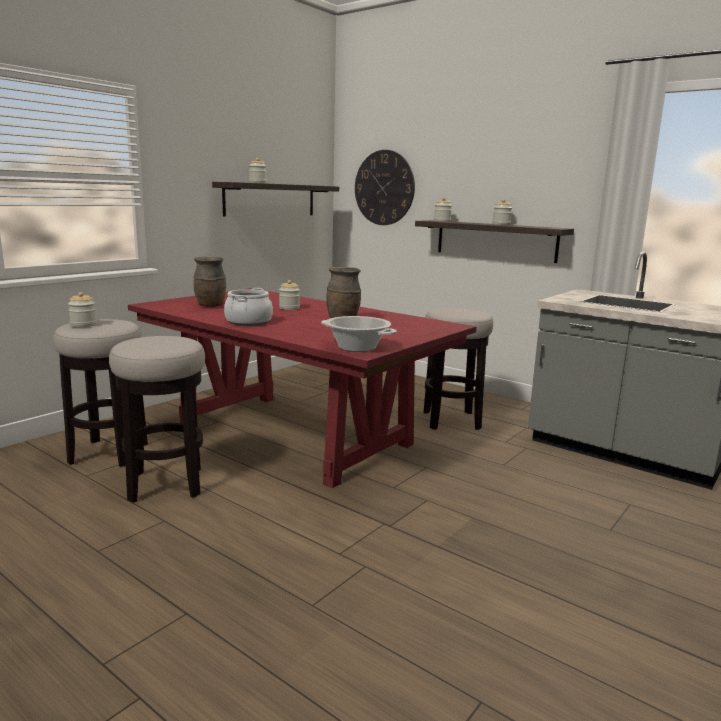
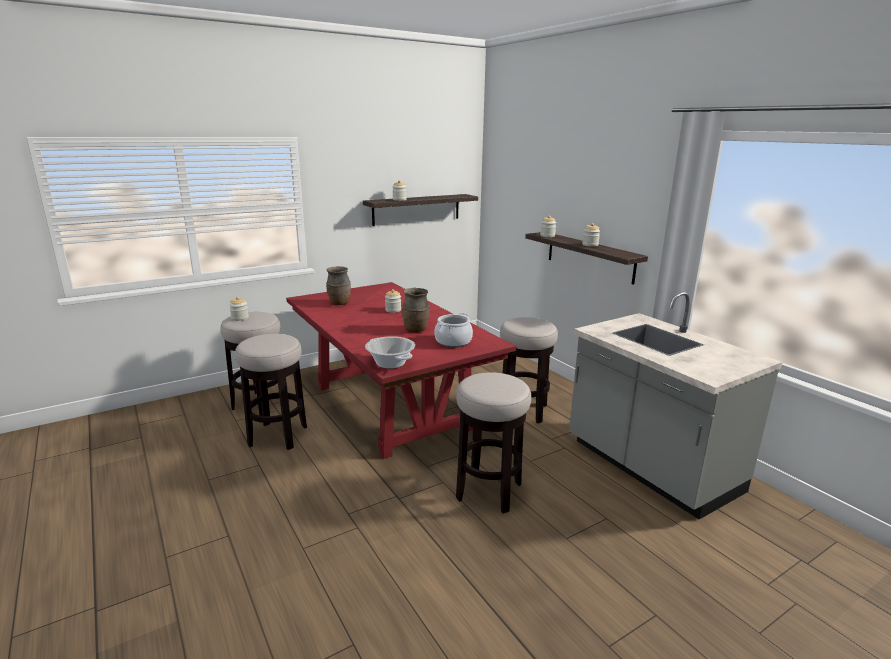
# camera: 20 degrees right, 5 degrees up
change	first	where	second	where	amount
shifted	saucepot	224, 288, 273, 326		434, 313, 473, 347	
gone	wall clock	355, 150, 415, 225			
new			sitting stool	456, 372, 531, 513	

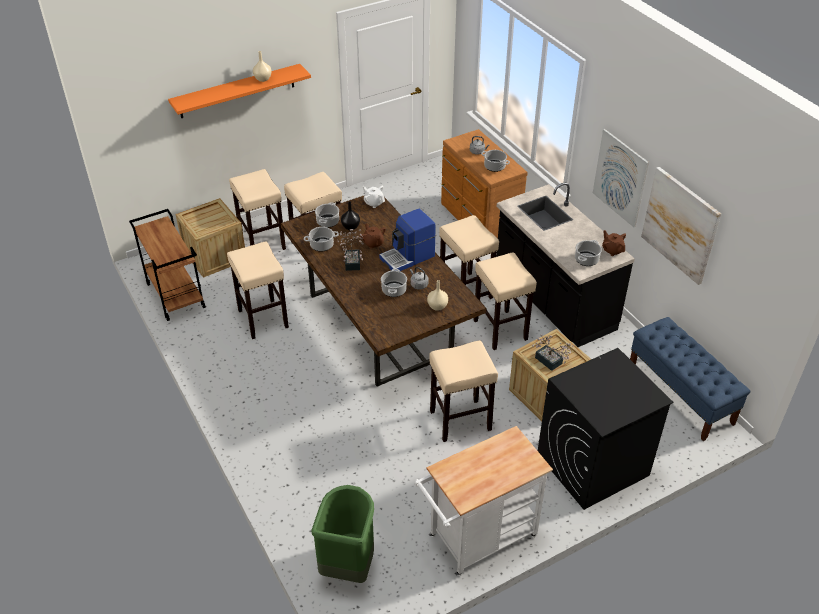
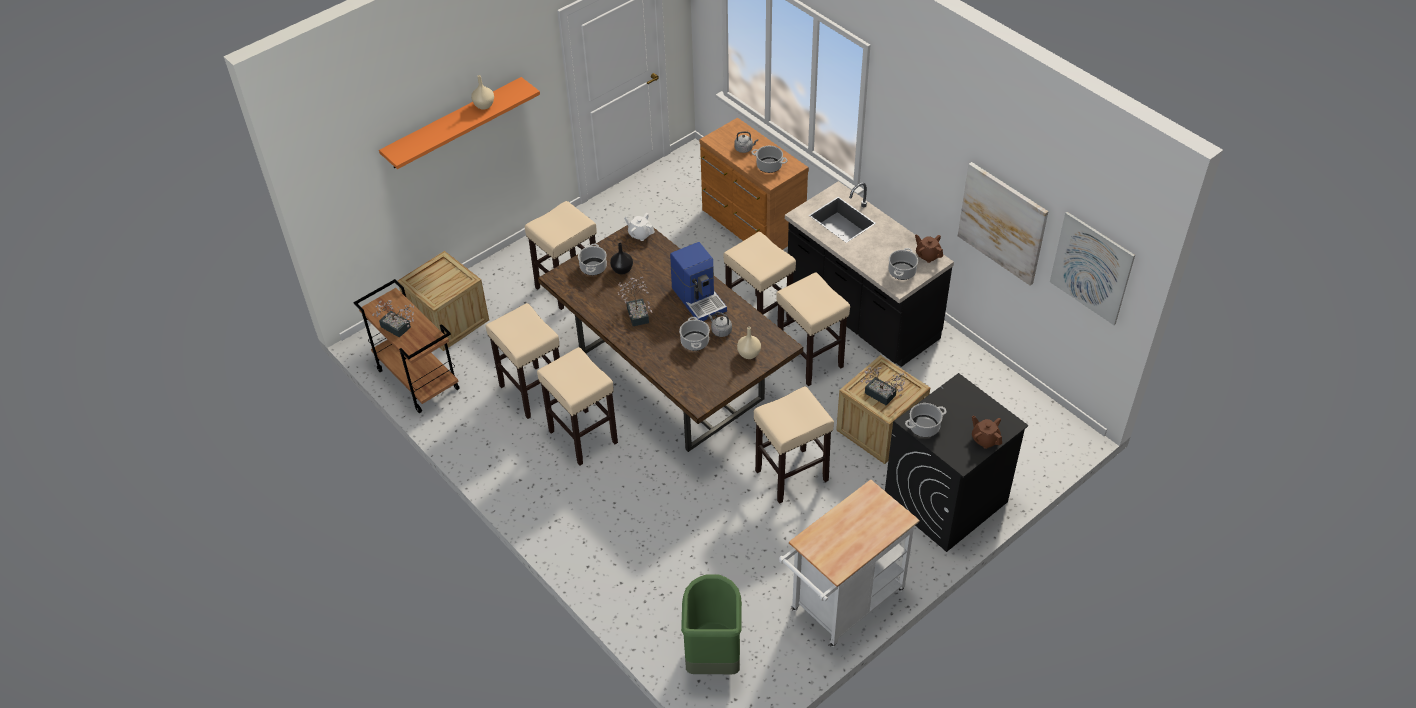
# camera: 10 degrees left, 5 degrees up
change	first	where	second	where	amount
shifted	sitting stool in beige-coloured	229, 169, 286, 250		537, 347, 618, 466	
shifted	saucepot	304, 227, 339, 252		905, 403, 946, 437	
shifted	tea pot in brownish	360, 223, 386, 249		972, 415, 1002, 449	
rotated	coffee brewer	379, 209, 436, 271		670, 242, 727, 321	75 degrees counterclockwise
shifted	wall art	593, 129, 649, 227		1050, 212, 1135, 325	
gone	indoor bench in bluish	630, 317, 750, 441			
new			plant in a pot	372, 300, 414, 338	

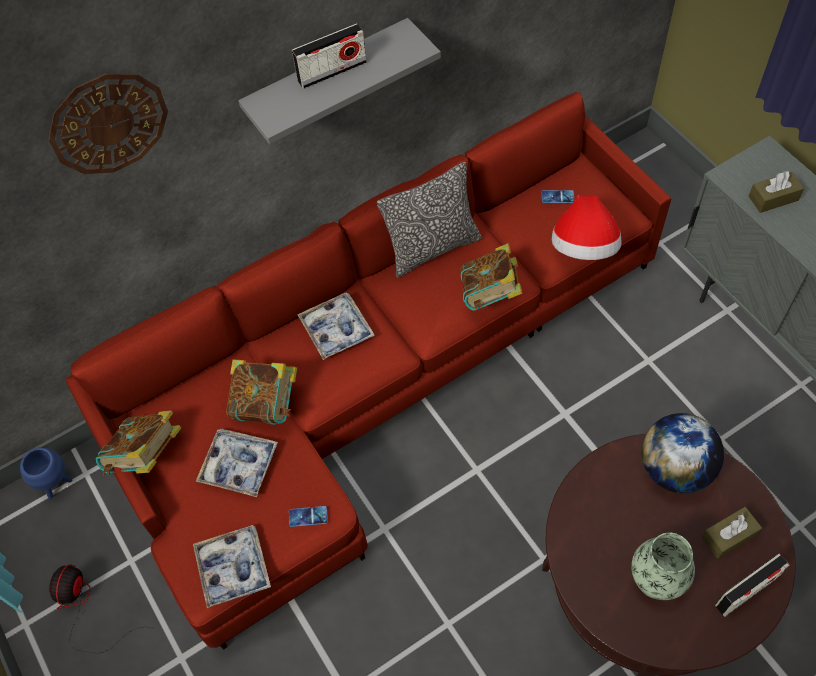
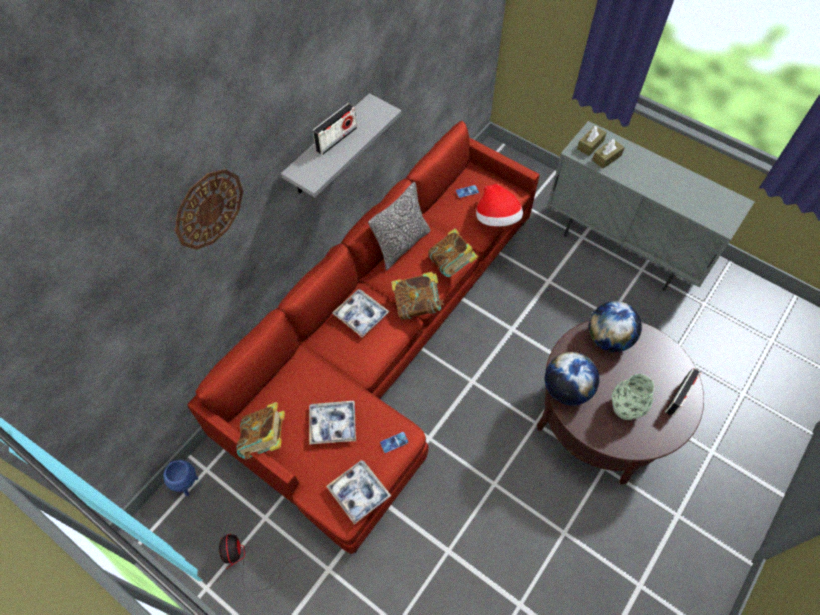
# camera: 25 degrees left, 0 degrees up
change	first	where	second	where	amount
shifted	volume	226, 359, 297, 425		391, 272, 444, 320	
shifted	tissue box in brownish	701, 507, 762, 559		577, 126, 607, 156	
new			globe	545, 352, 599, 406	

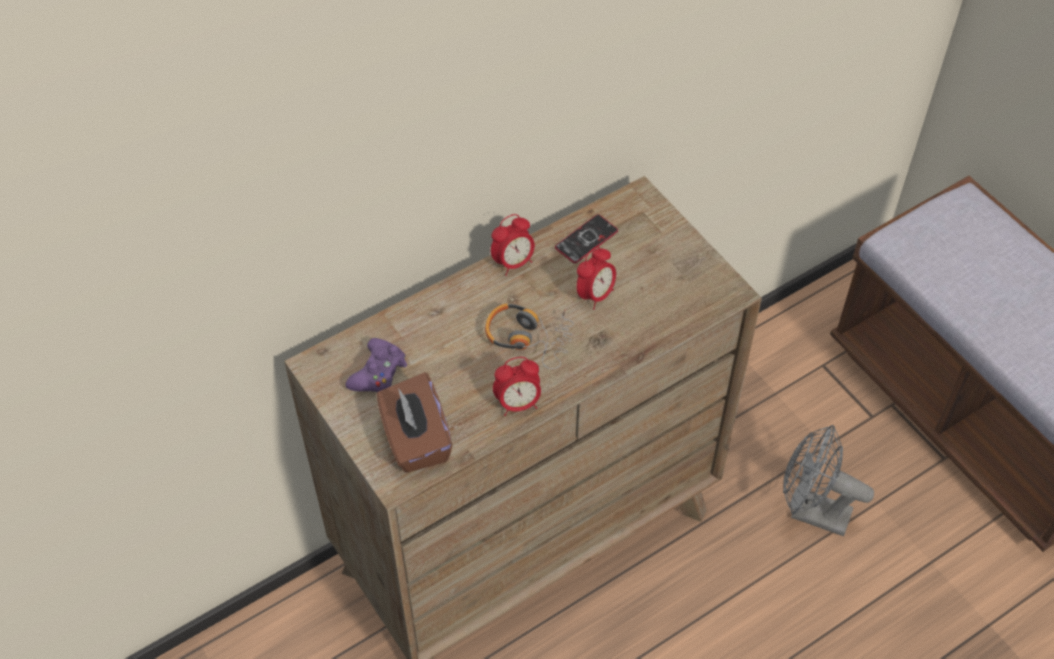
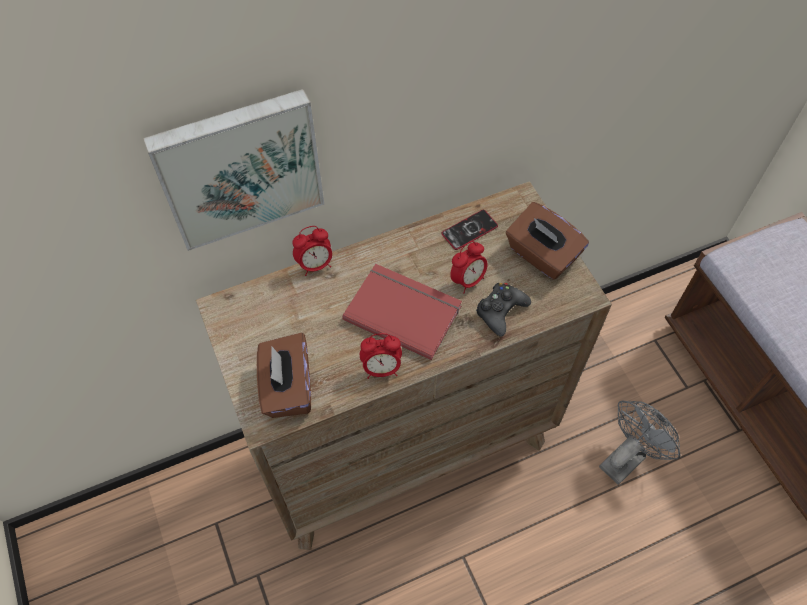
# camera: 10 degrees right, 5 degrees up
change	first	where	second	where	amount
gone	gamepad in purple-coloured	345, 338, 407, 393			
swapped	pair of headphones	485, 303, 574, 369	volume in reddish	342, 264, 462, 360	
shifted	bedside clock	491, 214, 535, 276		292, 226, 332, 276	
rotated	electric fan in grey	783, 425, 874, 536		599, 400, 680, 485	105 degrees clockwise
new			wall art	143, 89, 324, 251	
new			gamepad in black	476, 283, 531, 337	
new			tissue box in brownish	506, 202, 589, 280	

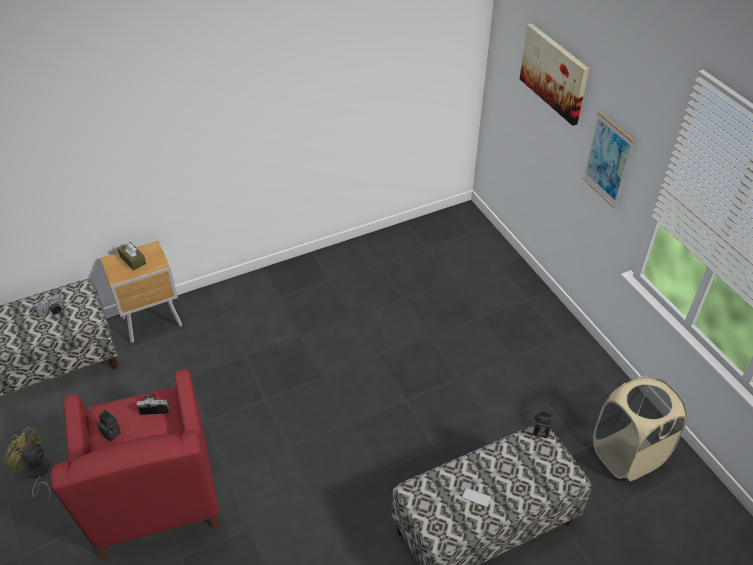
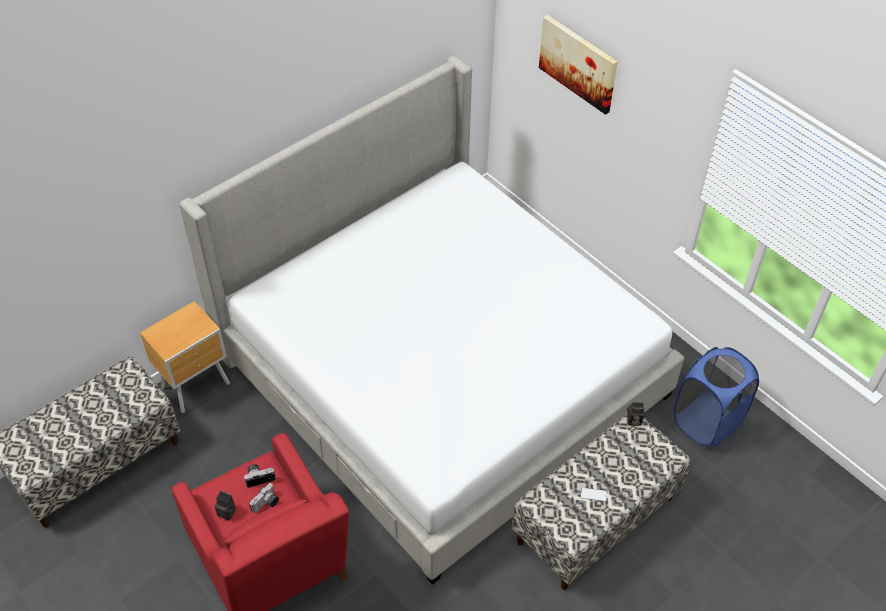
# camera: 15 degrees left, 5 degrees up
change	first	where	second	where	amount
gone	electric fan in yellow	3, 427, 51, 503			
shifted	still camera	34, 294, 63, 316		249, 483, 279, 513	
gone	tissue box in brownish	117, 242, 146, 270			
gone	wall art	582, 111, 634, 209			
repainted	washing basket in beige-coloured	593, 376, 687, 481	washing basket in bluish	674, 347, 759, 447	
new			sleeping bed	179, 56, 685, 585	

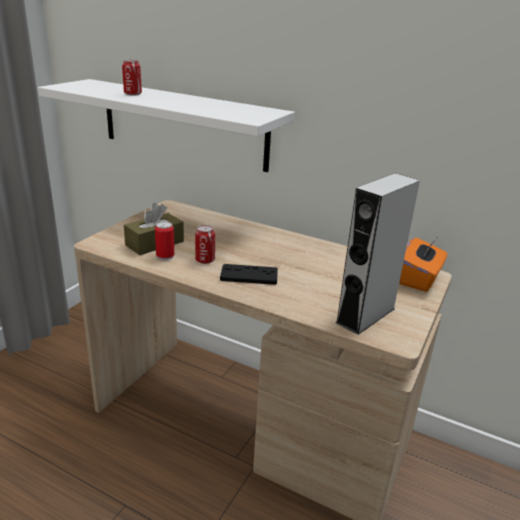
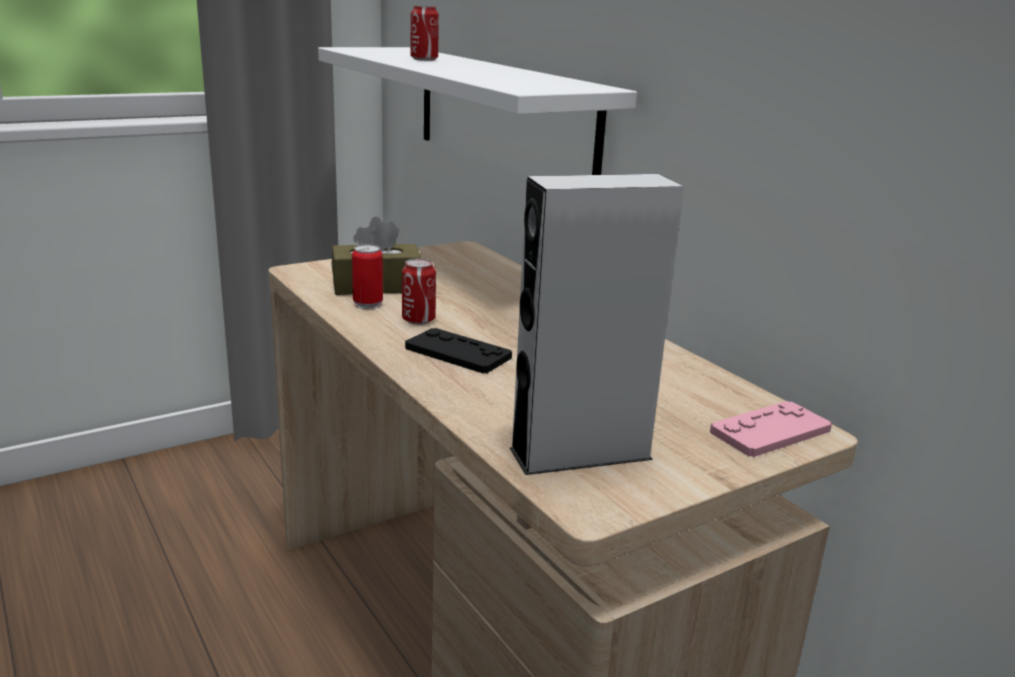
# camera: 30 degrees right, 5 degrees down
change	first	where	second	where	amount
swapped	tissue box in orange-coloured	399, 237, 447, 292	gamepad in pink	710, 401, 832, 457	

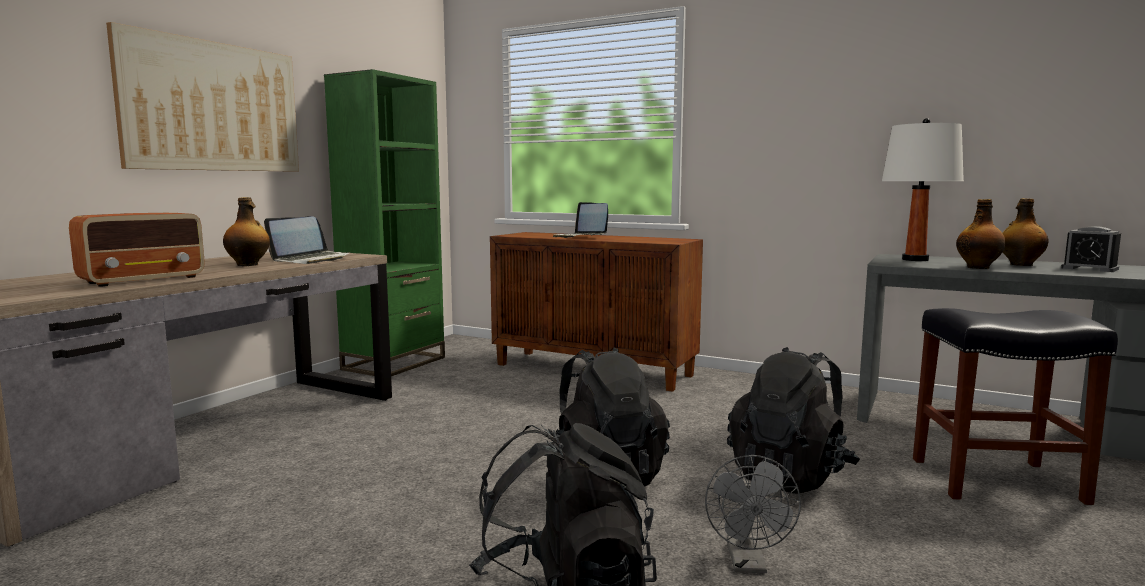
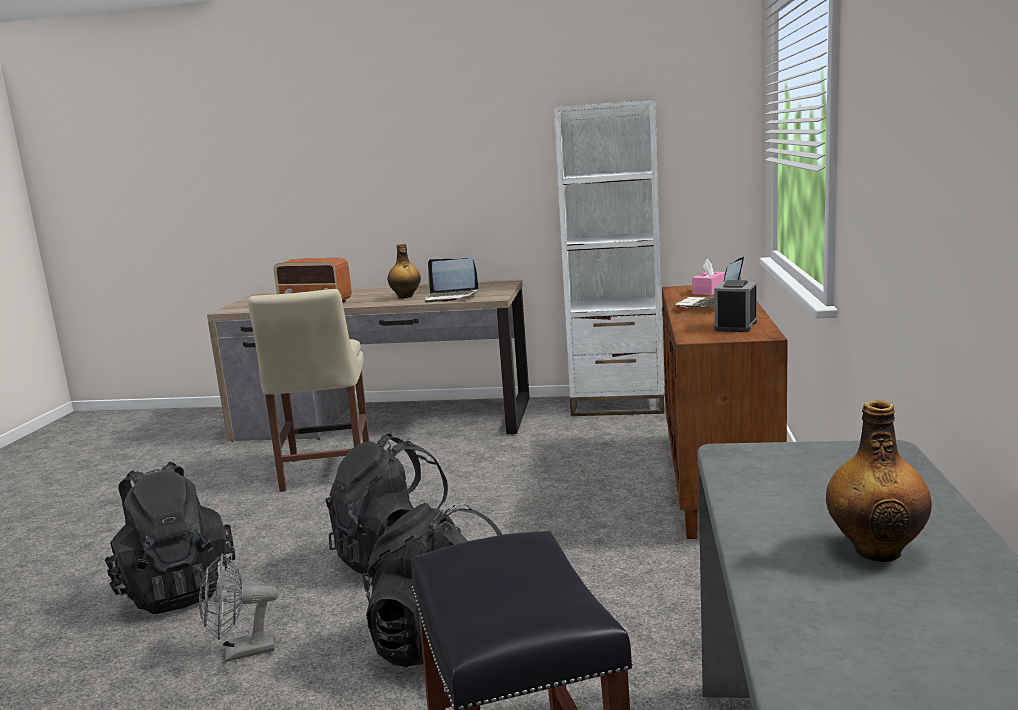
# camera: 70 degrees right, 5 degrees up
change	first	where	second	where	amount
gone	wall art	106, 22, 299, 172			
repainted	bookcase in greenish	324, 69, 445, 376	bookcase in white	553, 99, 665, 416	
gone	lamp for a table in white	882, 118, 964, 261			
gone	bottle	956, 199, 1006, 269			
shifted	bedside clock	1061, 226, 1121, 272		714, 280, 757, 332	
new			chair in beige-coloured	248, 289, 369, 492	
new			tissue box in pink	692, 259, 725, 295	

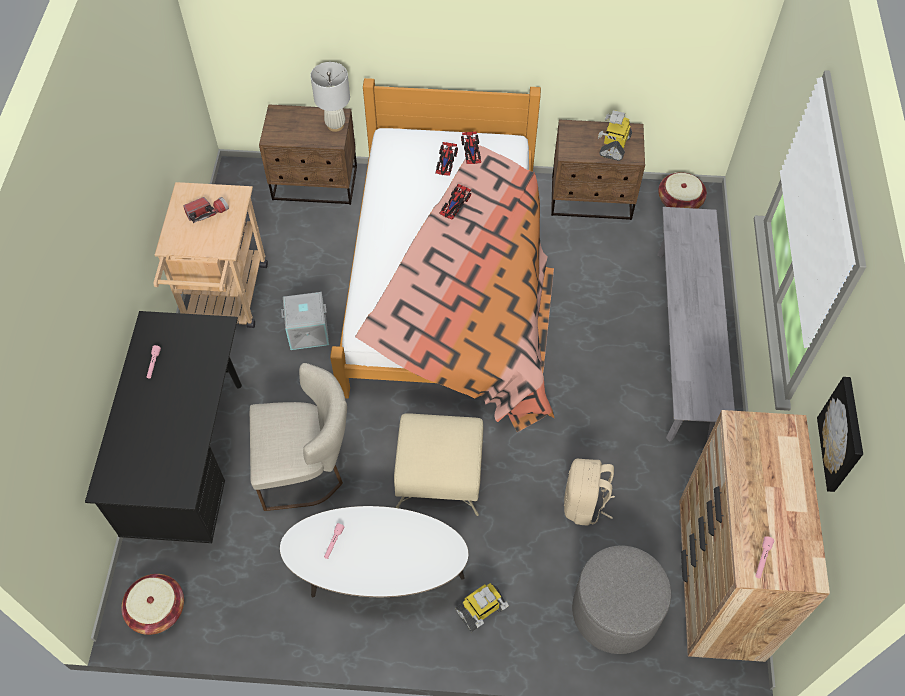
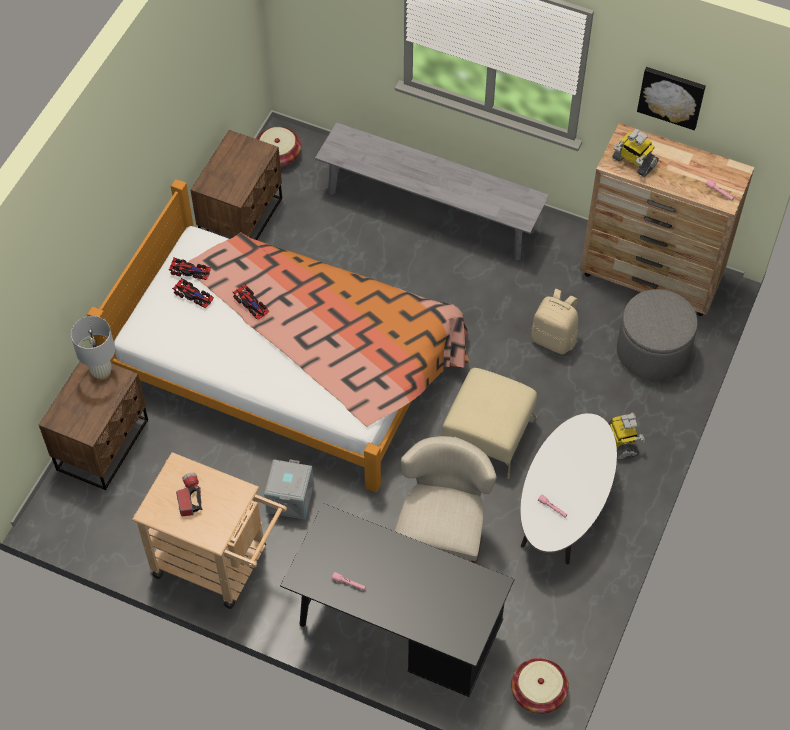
# camera: 70 degrees left, 0 degrees up
change	first	where	second	where	amount
shifted	toy robot	598, 110, 632, 161		612, 129, 659, 177	

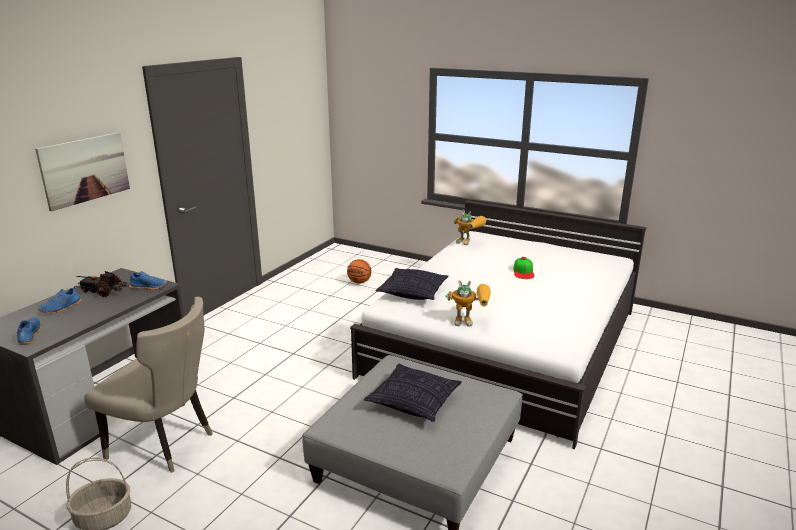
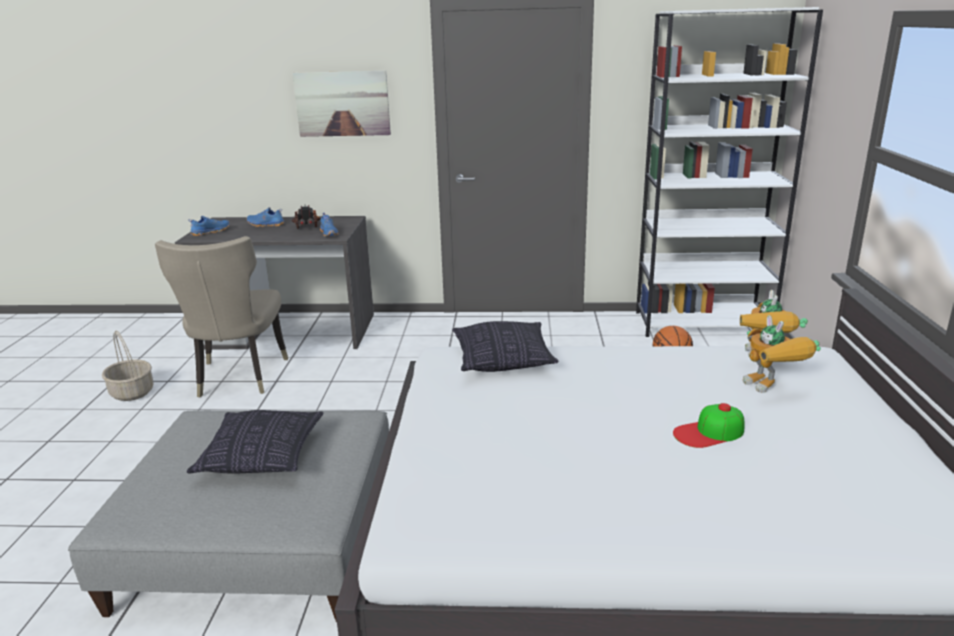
# camera: 65 degrees right, 0 degrees up
change	first	where	second	where	amount
shifted	toy robot	445, 280, 491, 327		743, 315, 821, 393	
new			bookcase in white	636, 7, 823, 337	

